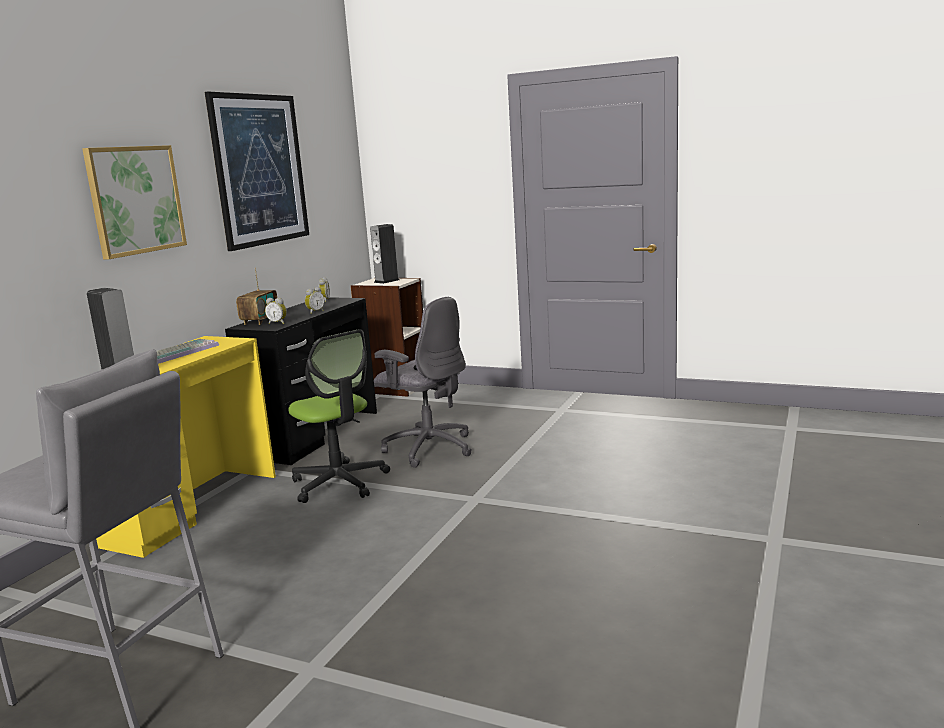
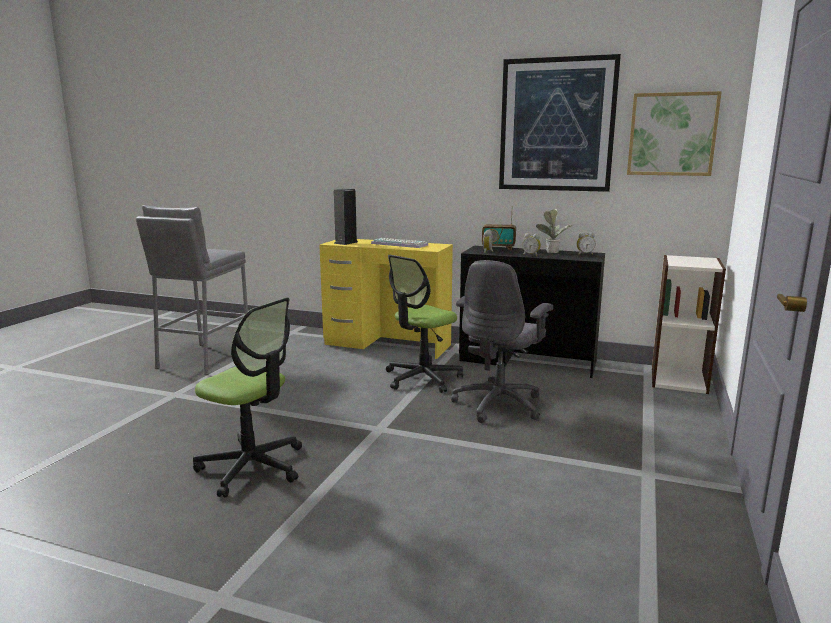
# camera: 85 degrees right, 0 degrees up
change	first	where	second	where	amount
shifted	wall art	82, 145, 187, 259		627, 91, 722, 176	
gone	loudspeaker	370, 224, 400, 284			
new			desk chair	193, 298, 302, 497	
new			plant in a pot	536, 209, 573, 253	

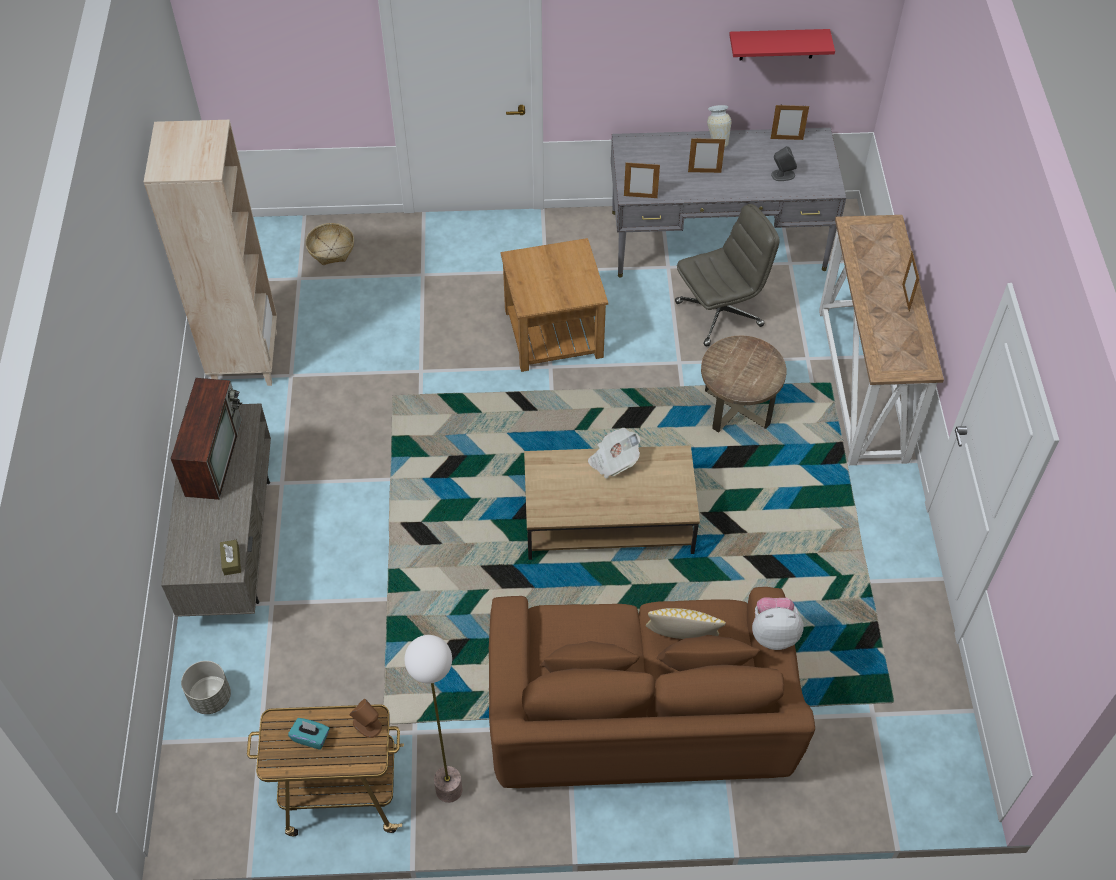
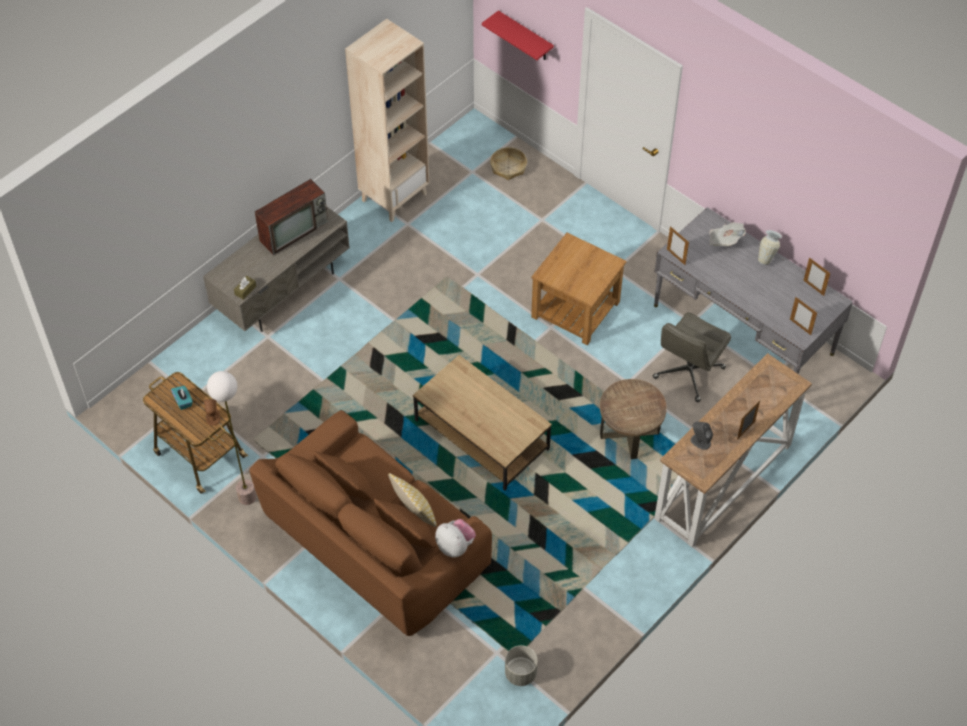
# camera: 45 degrees right, 0 degrees up
change	first	where	second	where	amount
shifted	planter in grey	181, 661, 231, 714		505, 645, 538, 686	
shifted	printed paper	588, 428, 641, 479		709, 222, 746, 246	
rotated	desk chair in grey	675, 204, 780, 346		653, 312, 731, 402	105 degrees clockwise
shifted	standing frame	688, 138, 725, 173		790, 297, 817, 335	
shifted	wall shelf in reddish	729, 29, 835, 60		482, 10, 554, 60	
shifted	loudspeaker in grey	771, 146, 797, 181		690, 422, 713, 450	

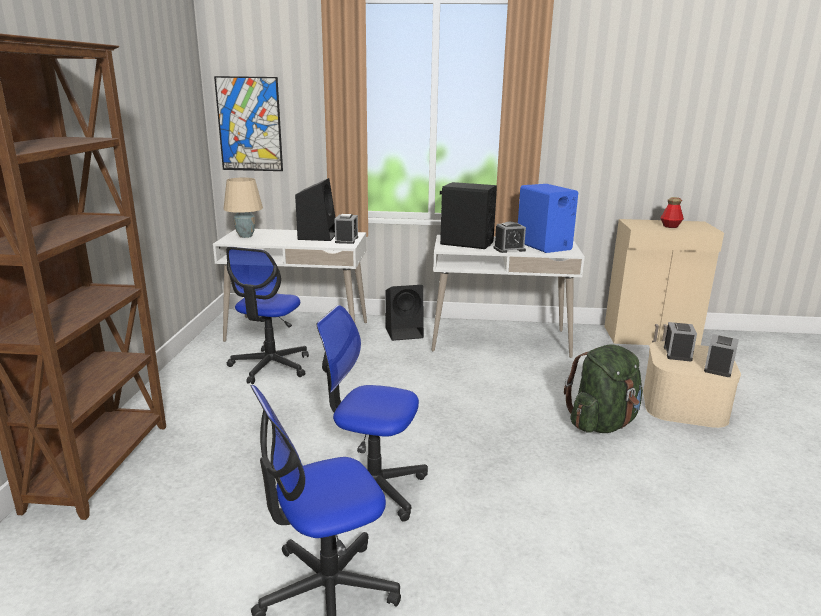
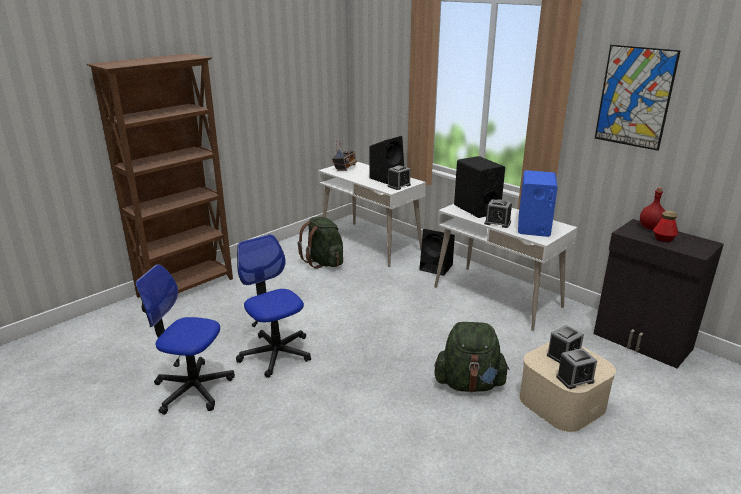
# camera: 40 degrees right, 5 degrees up
change	first	where	second	where	amount
shifted	wall art	214, 76, 283, 171		595, 45, 681, 151	
swapped	lamp for a table in beige-coloured	223, 178, 263, 238	radio set	332, 140, 357, 171	
swapped	desk chair	226, 247, 309, 384	backpack in greenish	298, 217, 343, 269	
repainted	storage cabinet in beige-coloured	604, 219, 724, 345	storage cabinet in black	593, 219, 724, 368	
new			bottle in reddish	640, 187, 665, 230	

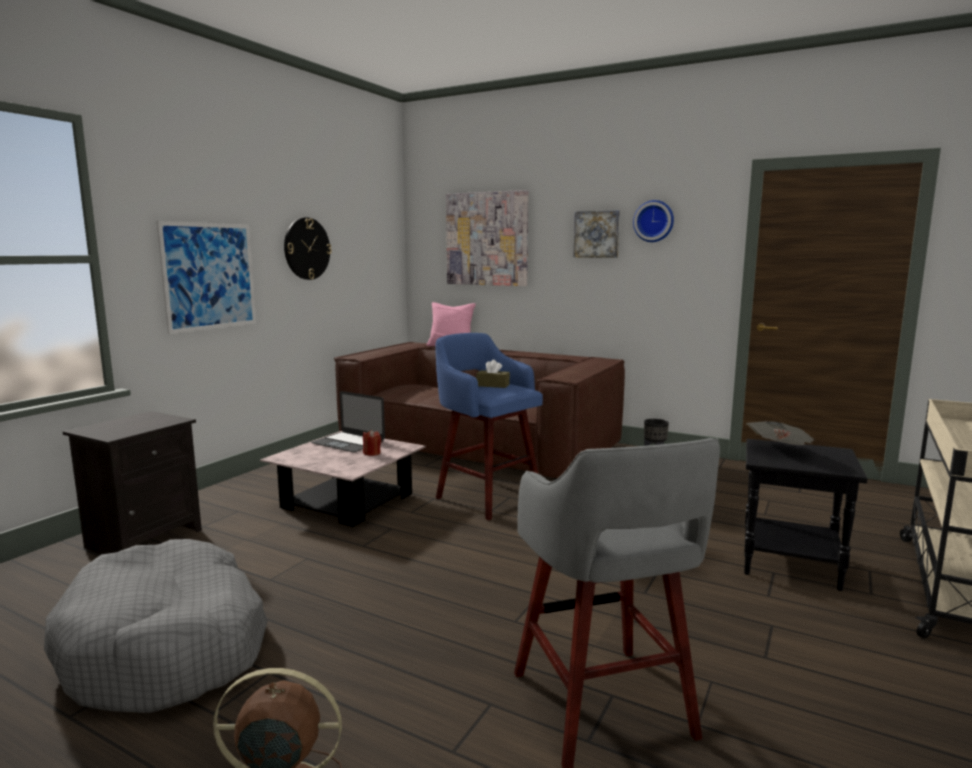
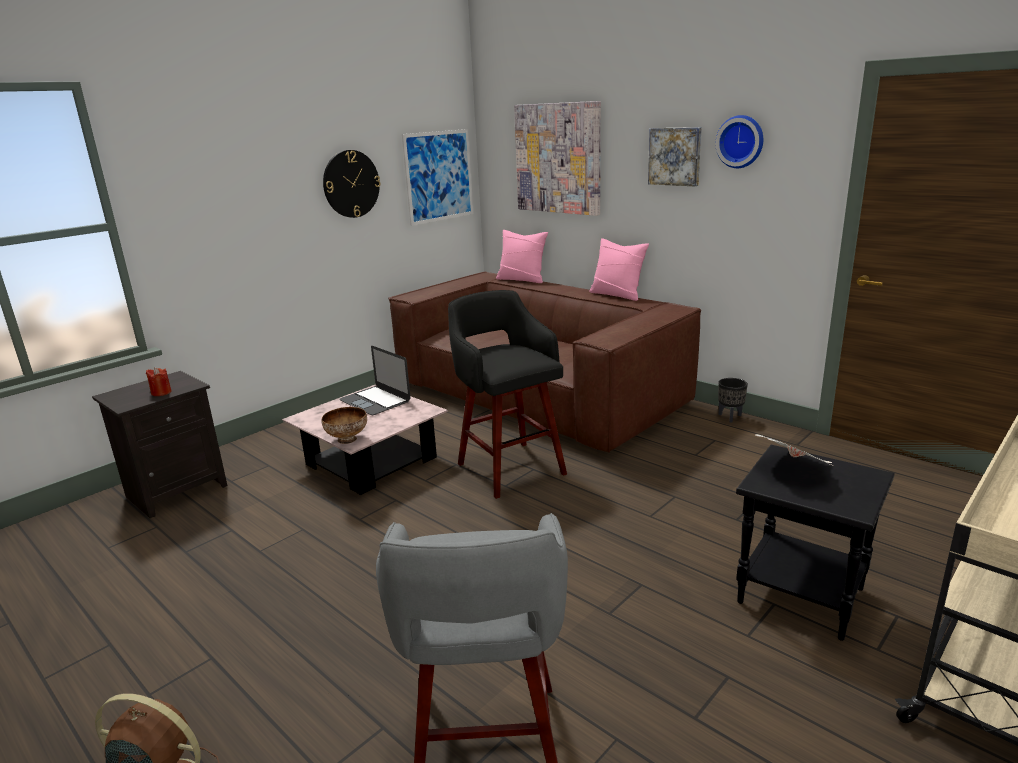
# camera: 15 degrees right, 10 degrees up
change	first	where	second	where	amount
gone	dog bed in grey	44, 539, 268, 713			
shifted	wall art	156, 221, 256, 334		402, 129, 473, 226	
shifted	candle in reddish	363, 430, 381, 456		146, 367, 172, 396	
repainted	sitting stool in bluish	435, 333, 543, 520	sitting stool in black	448, 290, 567, 499	
gone	tissue box in brownish	476, 360, 510, 388			
new			deep dish	322, 407, 367, 444	
new			cushion in pink	589, 238, 649, 301	

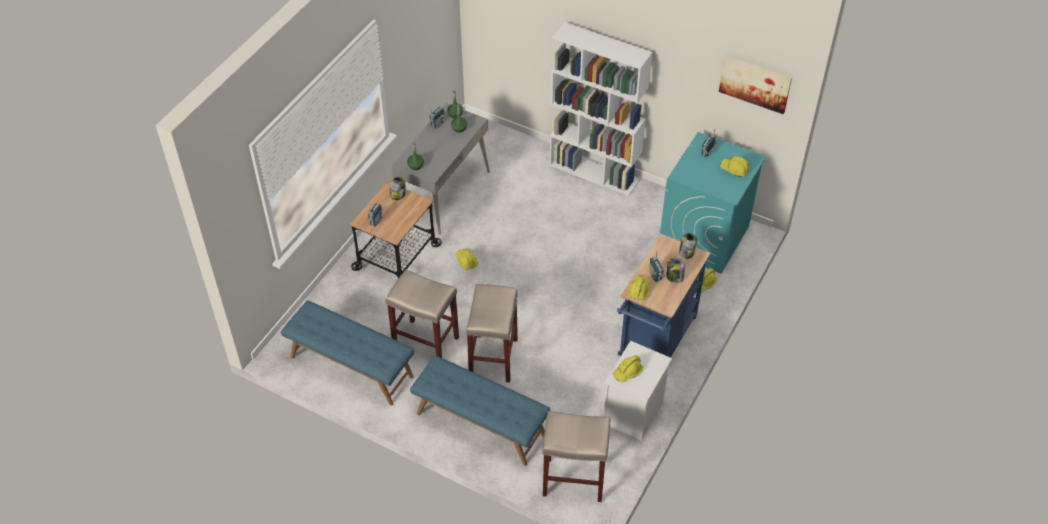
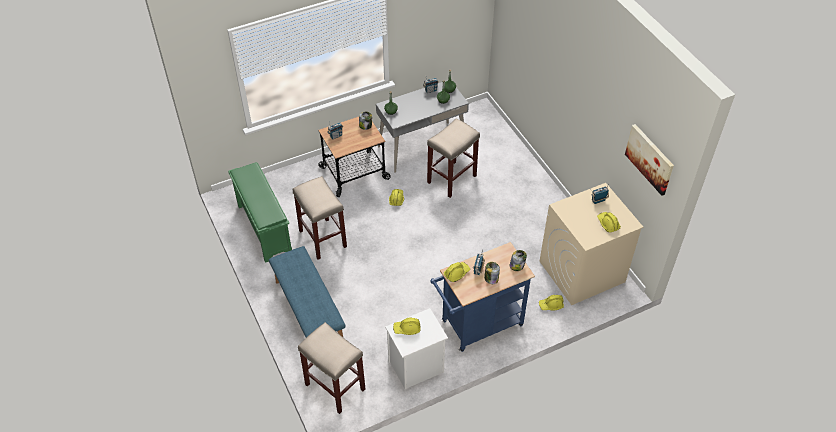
# camera: 35 degrees right, 0 degrees up
change	first	where	second	where	amount
swapped	indoor bench in bluish	281, 300, 414, 406	shoe rack in greenish	228, 162, 292, 263	
shifted	sitting stool in beige-coloured	466, 284, 518, 383		427, 118, 480, 198	
gone	bookcase in white	549, 22, 652, 196			
repainted	laundry appliance in blue-green	660, 132, 766, 274	laundry appliance in beige-coloured	540, 183, 644, 305	

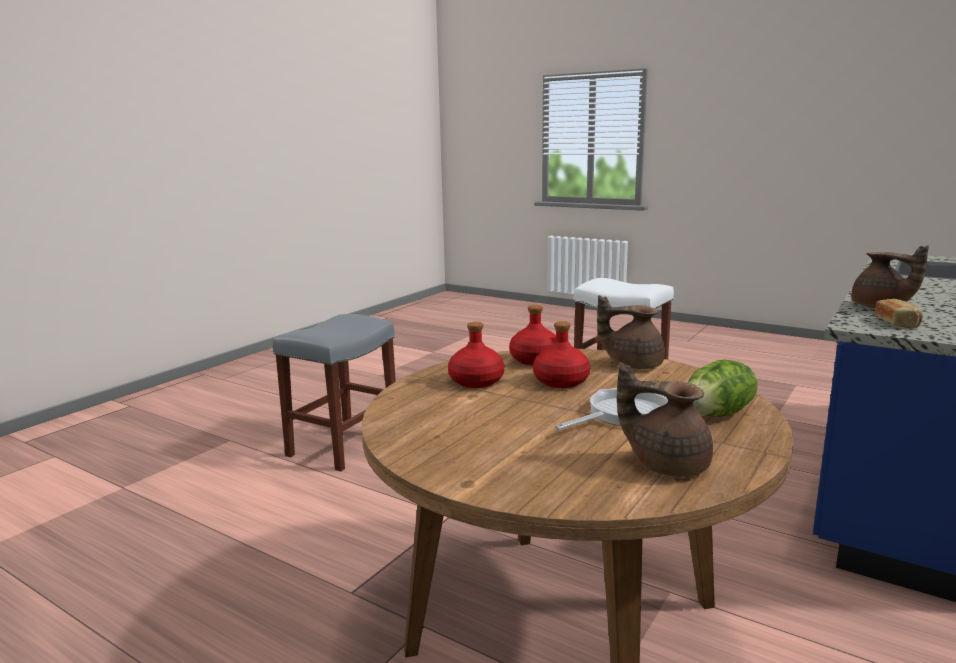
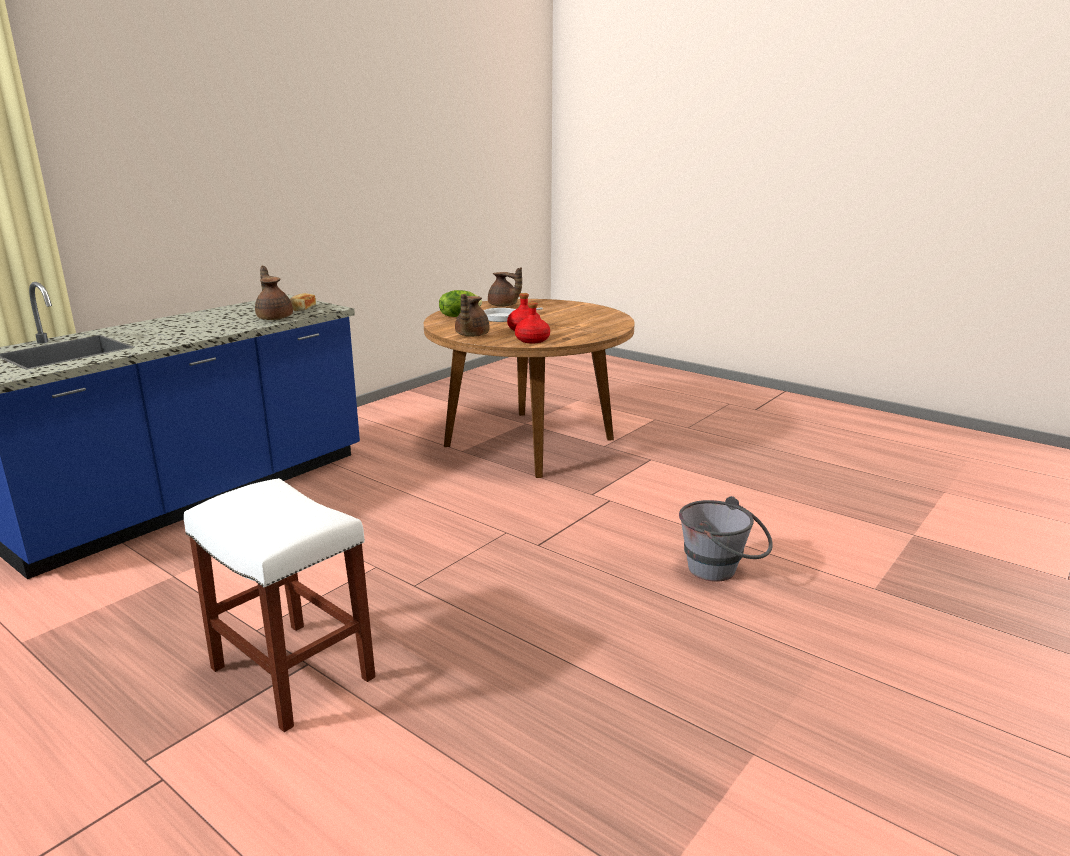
# camera: 175 degrees left, 5 degrees up
change	first	where	second	where	amount
swapped	sitting stool in grey	273, 314, 396, 471	pail in grey	679, 496, 773, 582	
gone	bottle in reddish	448, 322, 504, 388			
rotated	tea pot in brownish	597, 295, 665, 369		455, 294, 489, 337	90 degrees clockwise

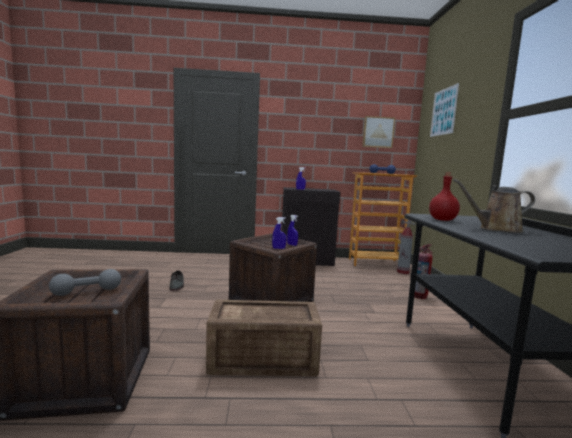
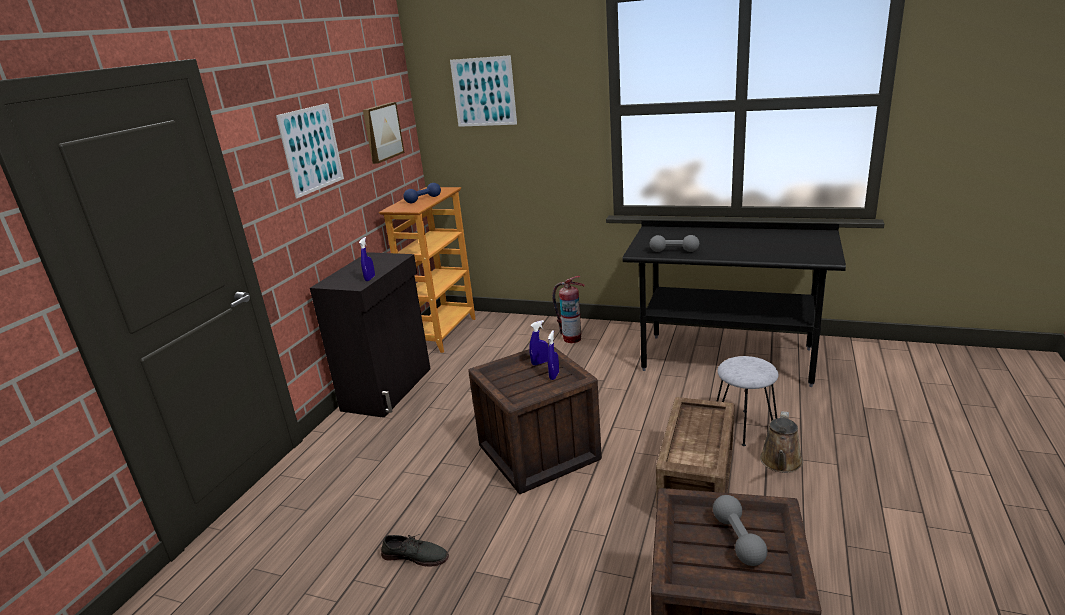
# camera: 65 degrees left, 15 degrees up
change	first	where	second	where	amount
gone	fire extinguisher	397, 218, 415, 274			
swapped	bottle in reddish	429, 172, 460, 221	hand weight in grey	650, 235, 699, 252	
shifted	watering can in brownish	453, 179, 535, 233		760, 411, 803, 473	
new			wall art	276, 103, 344, 198	
new			sitting stool in grey	717, 356, 779, 446	

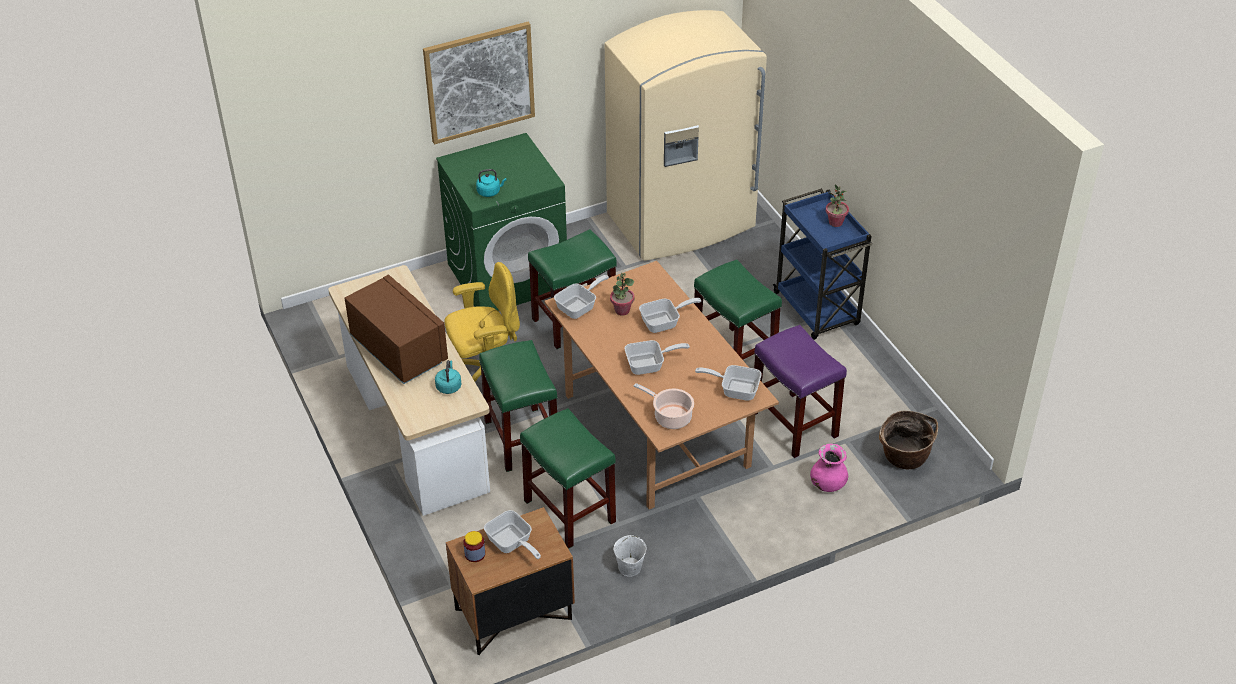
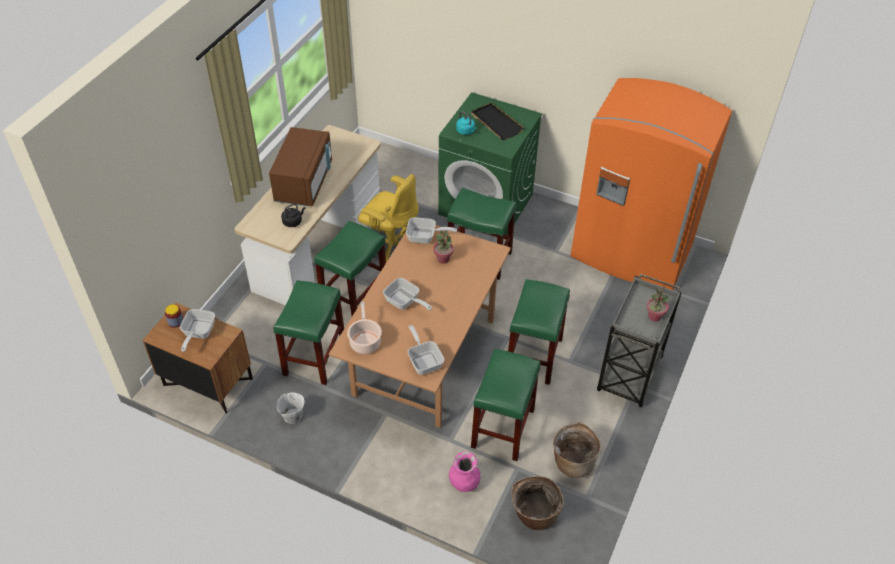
# camera: 50 degrees right, 5 degrees up
change	first	where	second	where	amount
gone	wall art	423, 22, 535, 145			
repainted	tea kettle in blue-green	435, 360, 461, 394	tea kettle in black	281, 203, 305, 227	
repainted	refrigerator in beige-coloured	605, 10, 767, 261	refrigerator in orange-coloured	571, 78, 732, 290	
gone	skillet	639, 298, 701, 333			
repainted	sitting stool in purple-coloured	754, 325, 847, 458	sitting stool in greenish	471, 349, 541, 461	
repainted	wheeled cart in bluish	773, 188, 872, 340	wheeled cart in grey	597, 274, 682, 407	
new			serving tray in black	471, 103, 524, 140	
new			household basket	553, 422, 601, 478	

